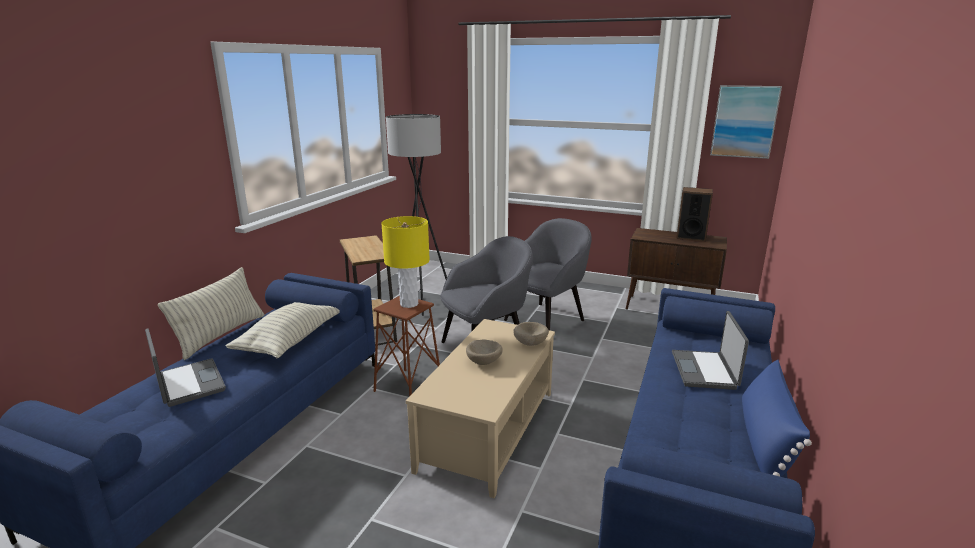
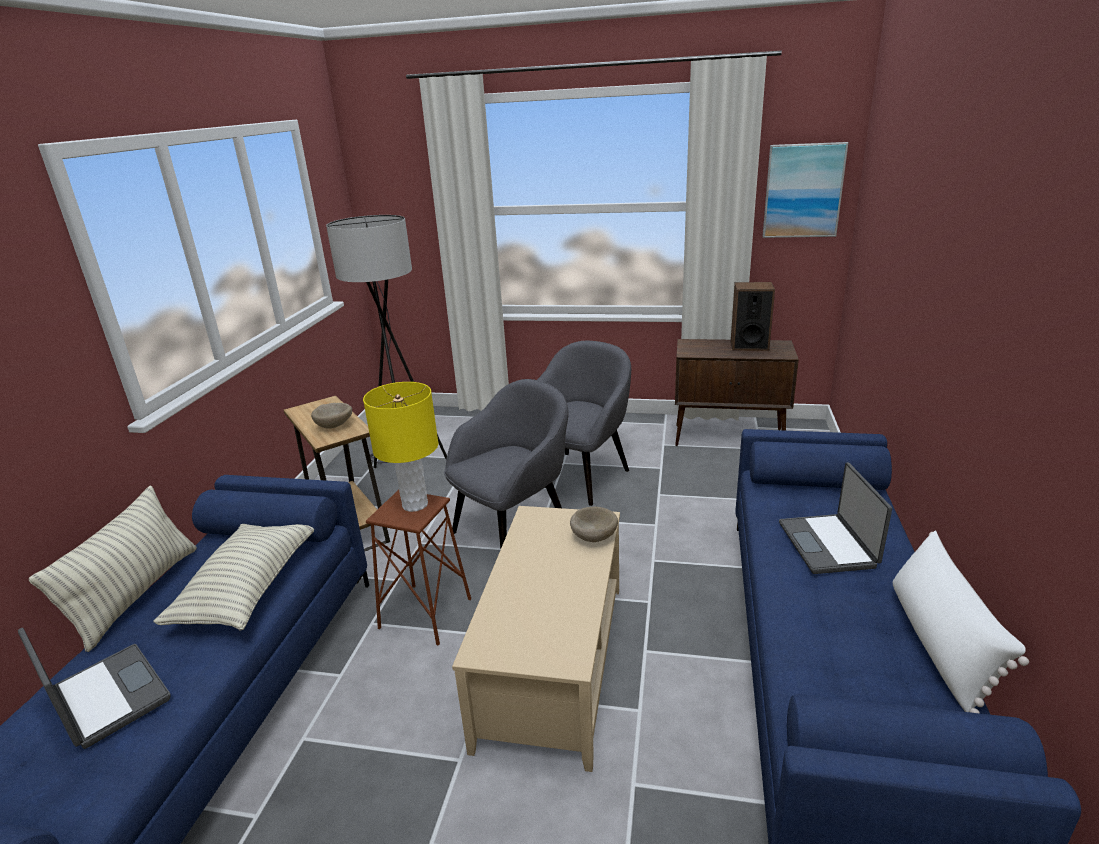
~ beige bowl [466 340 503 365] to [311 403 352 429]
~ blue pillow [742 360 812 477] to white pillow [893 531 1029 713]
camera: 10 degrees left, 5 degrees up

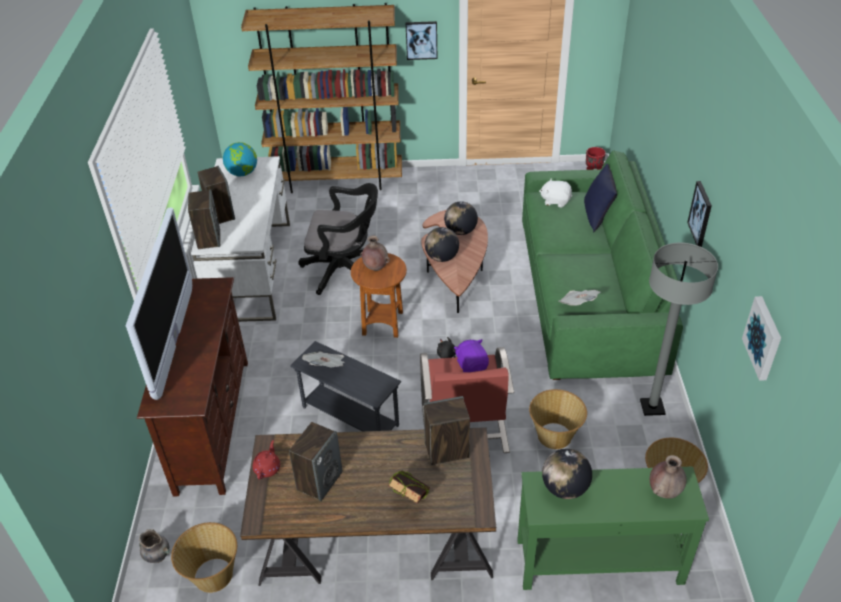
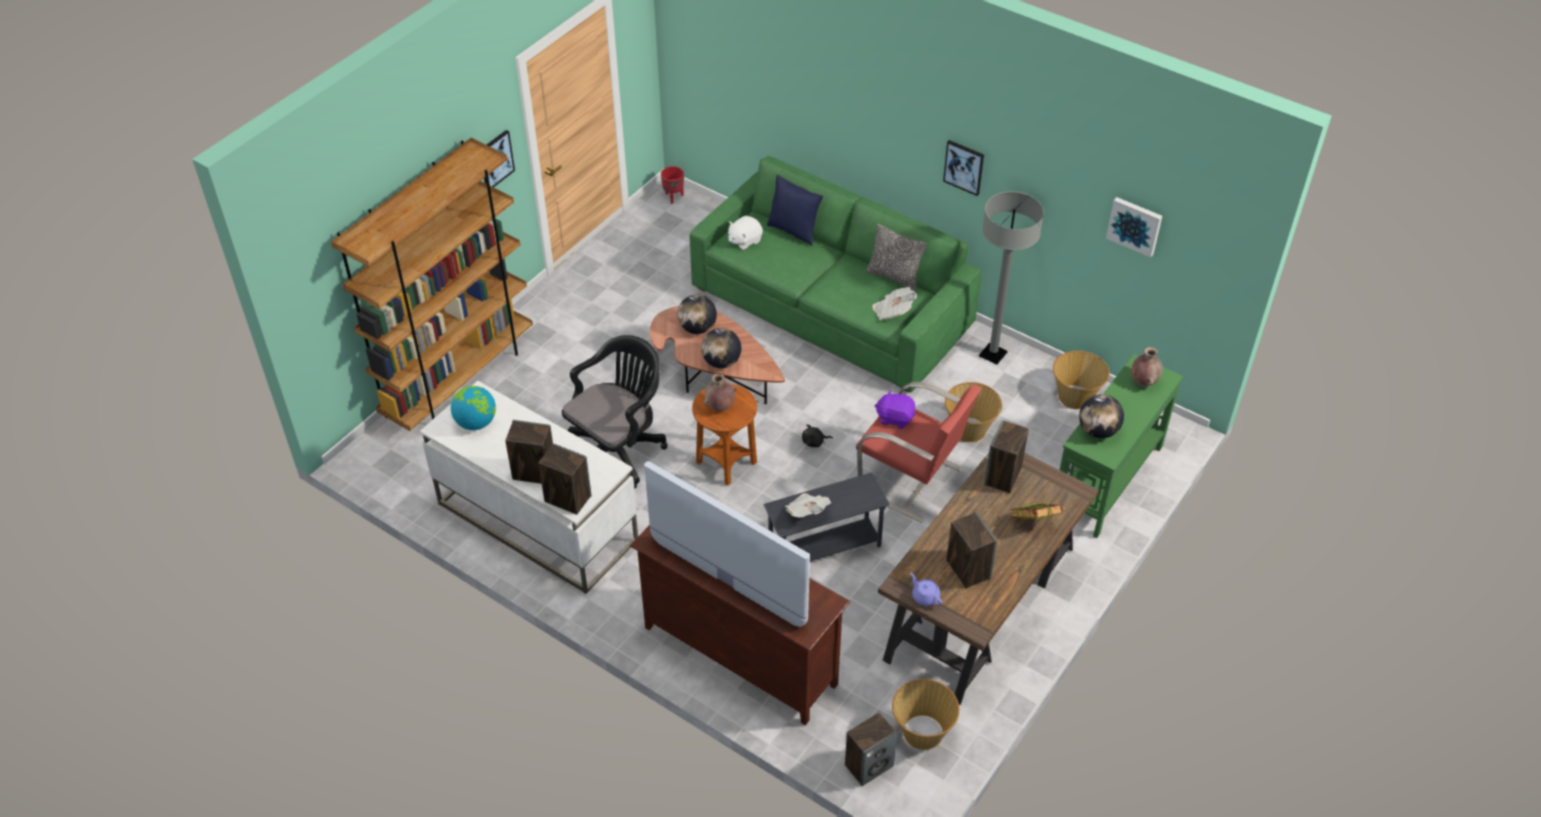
+ pillow [866 224 927 292]
~ grey vase [139 529 170 563] to speaker [845 712 897 786]
~ red teapot [253 440 280 479] to purple teapot [910 573 942 606]
camera: 55 degrees left, 5 degrees up

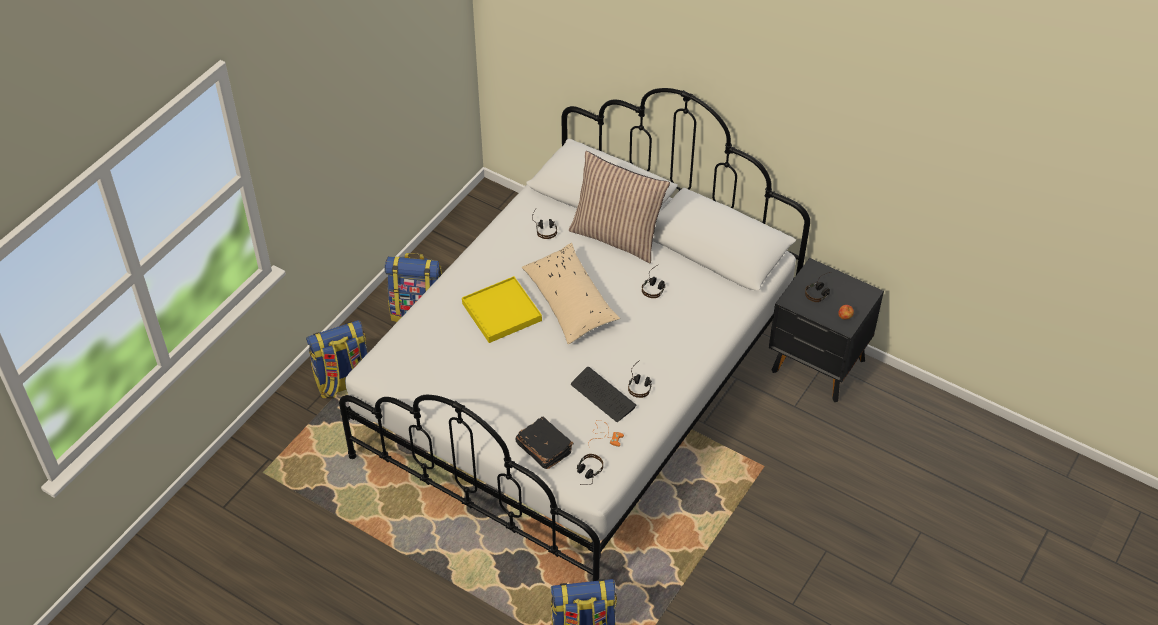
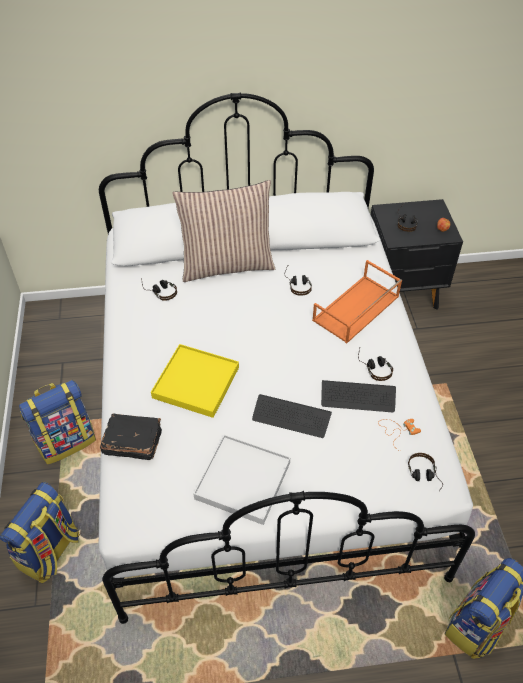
- beige pillow [522 243 620 344]
+ white tray [193 435 290 525]
+ keyboard [252 394 332 438]
+ orange tray [312 260 402 343]
~ black book [516 417 574 469] to [100 413 162 460]
camera: 40 degrees left, 0 degrees up

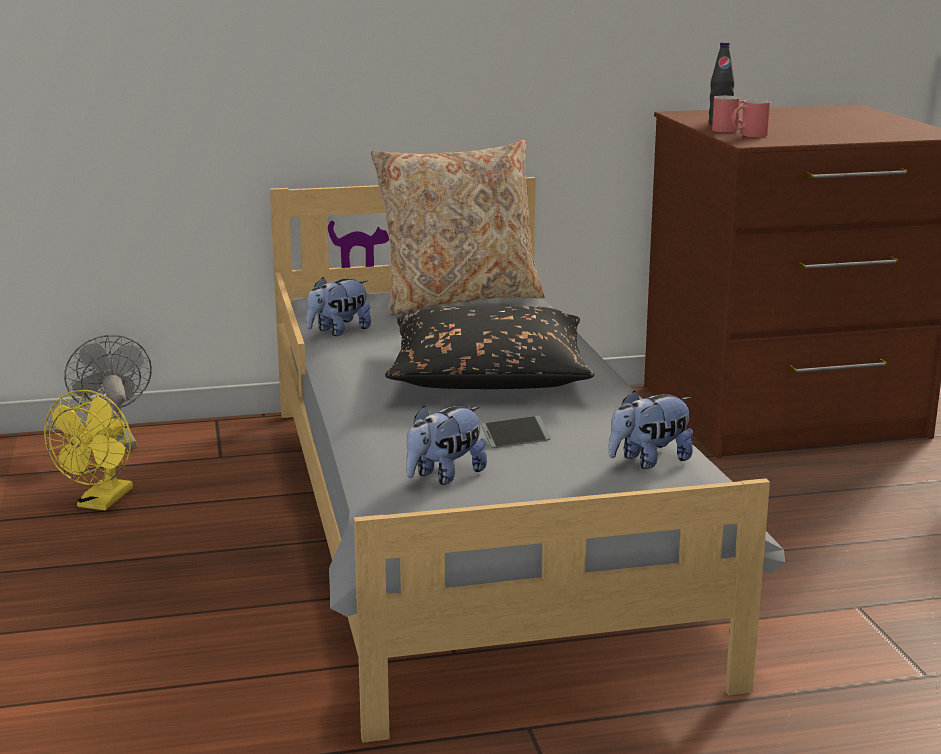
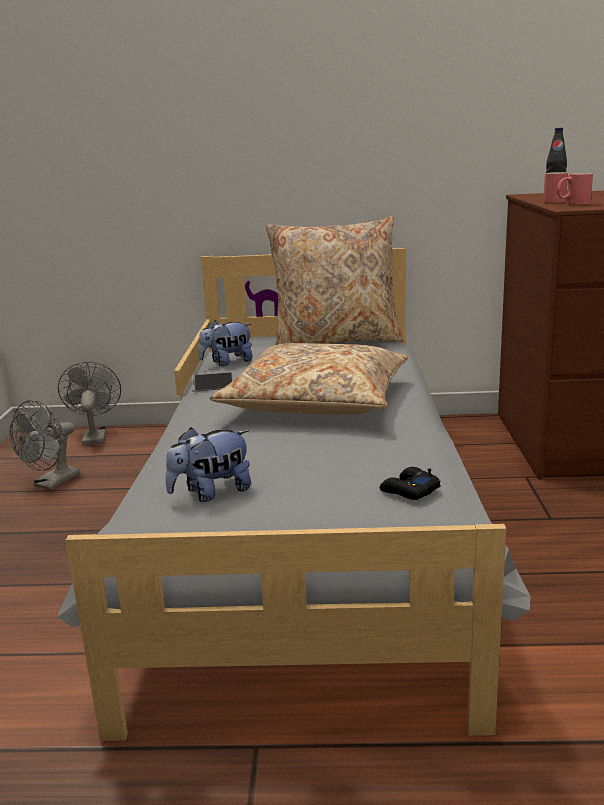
~ phone [481 416 551 448] to [192 372 236 392]
~ plush toy [609 391 693 469] to black game controller [380 467 441 500]
~ yellow fan [44 390 133 510] to grey fan [10 400 80 490]
~ black pillow [385 306 595 389] to beige pillow [209 343 408 415]
camera: 15 degrees right, 0 degrees up

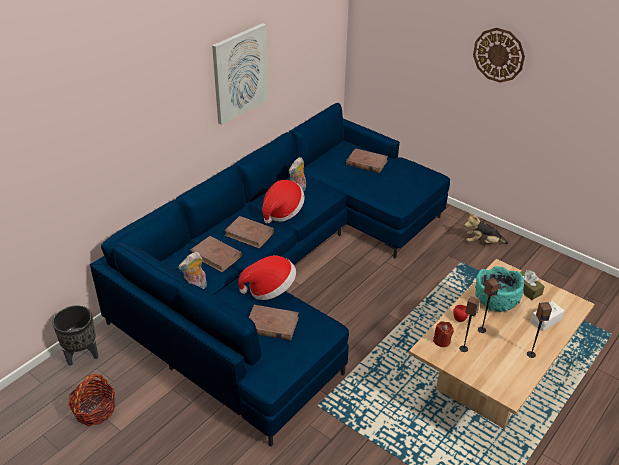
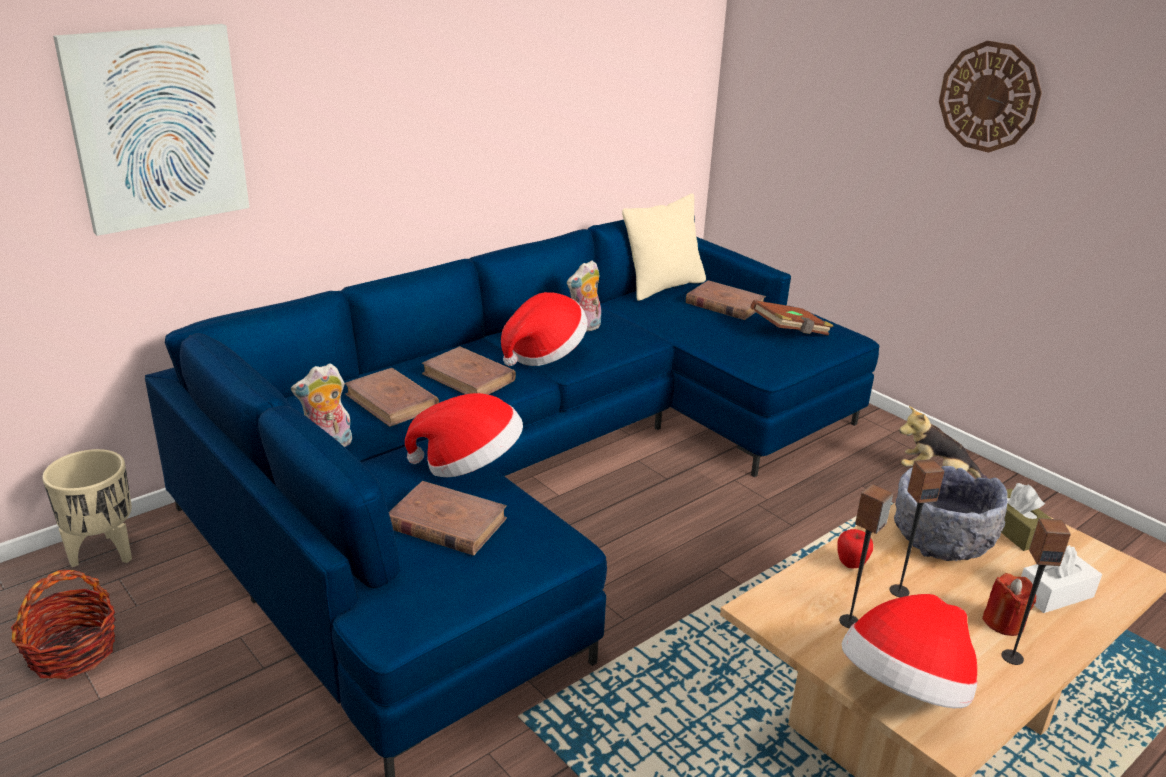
+ beige pillow [622 193 706 301]
+ brown book [750 300 834 336]
+ hat [842 594 978 708]
~ picture [212 23 268 125] to [53 24 249 236]
~ red candle [433 321 454 347] to [982 573 1036 636]
~ black planter [52 305 98 366] to beige planter [42 449 132 567]
~ turquoise bowl [475 266 524 312] to grey bowl [894 466 1008 561]
camera: 10 degrees right, 10 degrees down

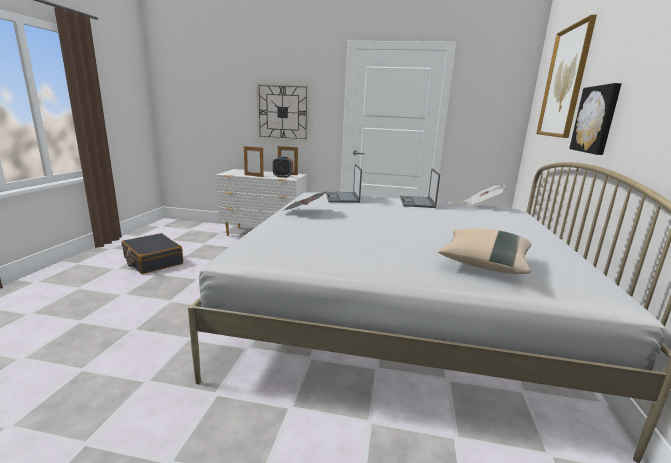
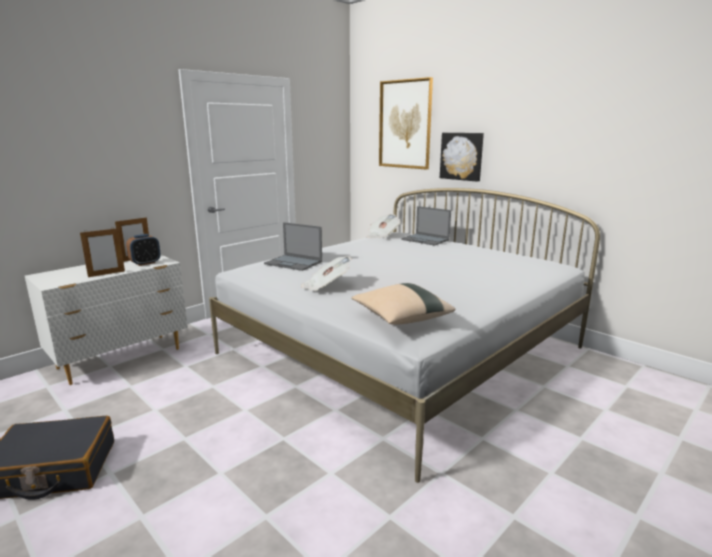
- wall clock [256 83 309 141]
~ laptop [400 168 440 208] to [401 206 451 246]
~ beige pillow [438 228 532 274] to [351 283 455 325]
camera: 55 degrees left, 0 degrees up

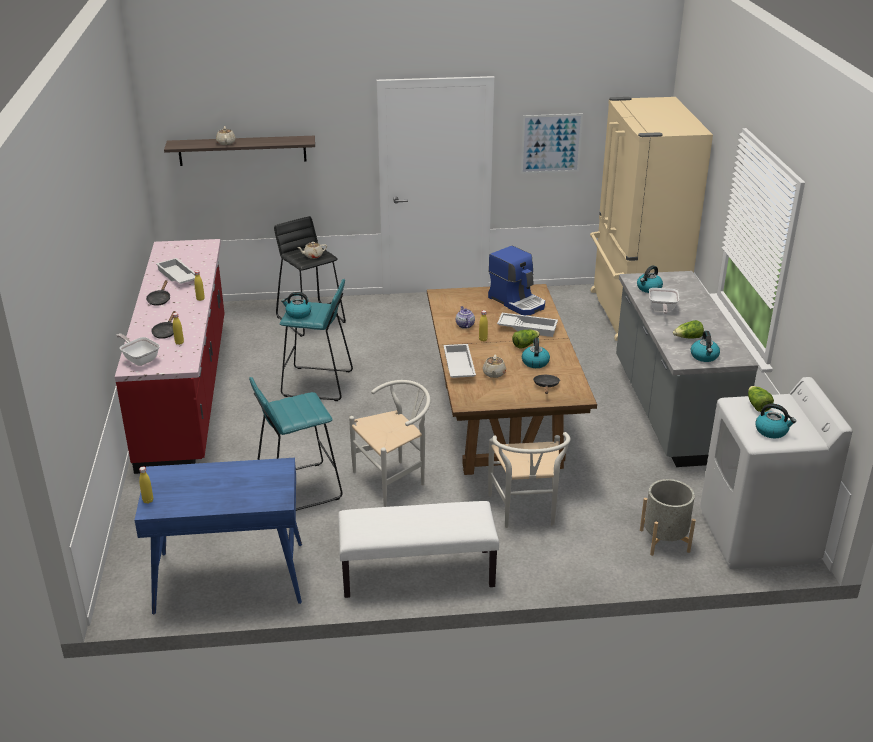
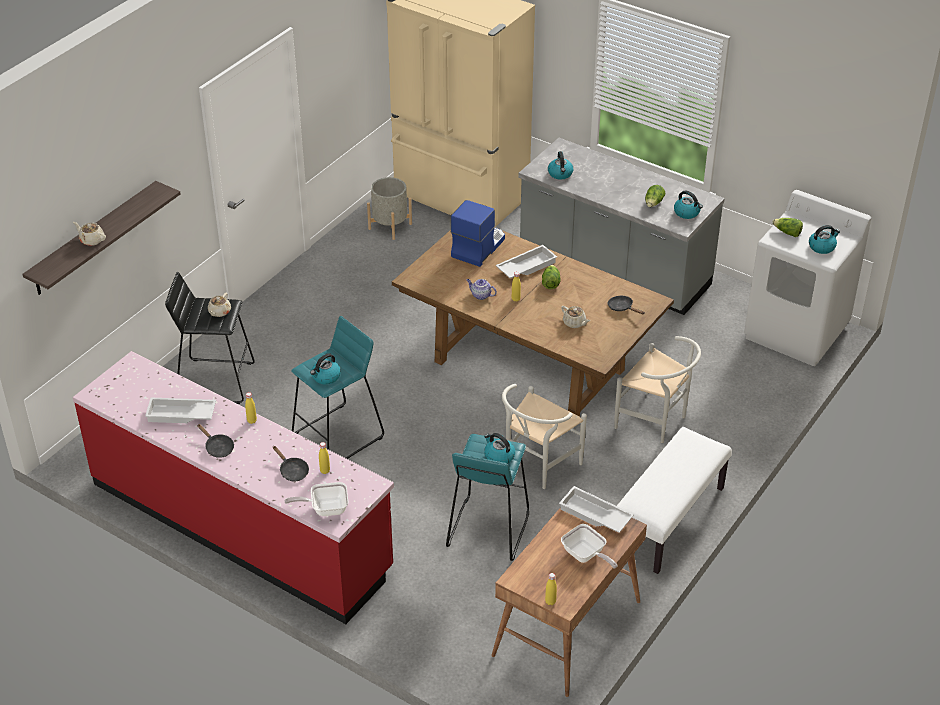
- picture [521 114 583 174]
~ white tray [444 344 476 378] to [559 486 634 533]
~ kettle [522 338 550 368] to [484 433 515 464]
~ grey planter [640 479 696 556] to [367 177 412 240]
~ frying pan [649 288 679 314] to [561 524 618 569]
~ blue desk [134 458 302 614] to brown desk [491 507 647 697]
~ white chair [349 380 431 506] = [502 384 587 489] 150 degrees counterclockwise
~ coffee machine [488 246 545 315] = [450 200 505 267] 60 degrees counterclockwise
camera: 50 degrees left, 10 degrees up

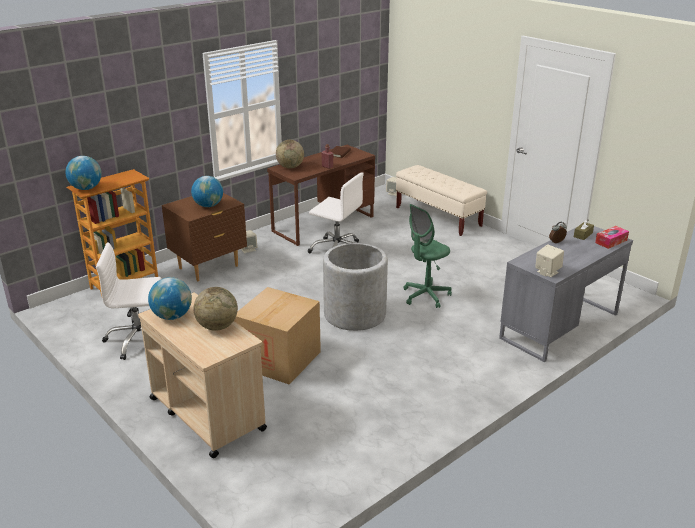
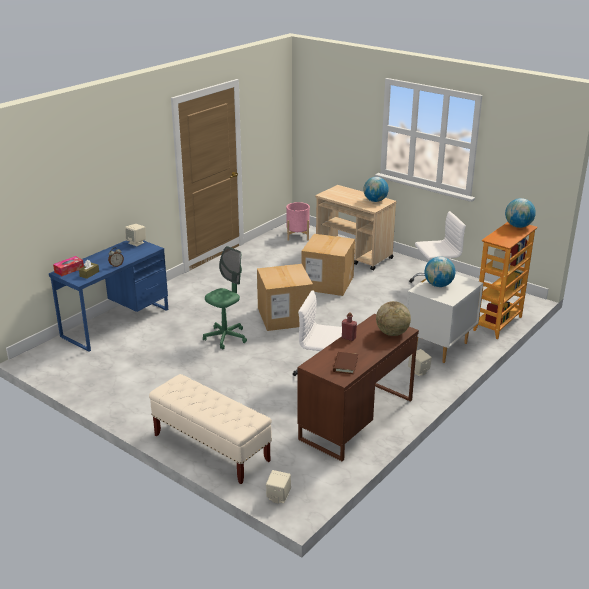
- globe [193 287 238 331]
+ pink planter [286 202 310 241]
~ grey planter [323 243 388 331] to cardboard box [257 264 313 331]
~ brown nightstand [162 193 247 282] to white nightstand [407 274 483 363]
~ grey desk [499 226 633 362] to blue desk [49 240 168 352]
camera: 170 degrees right, 0 degrees up

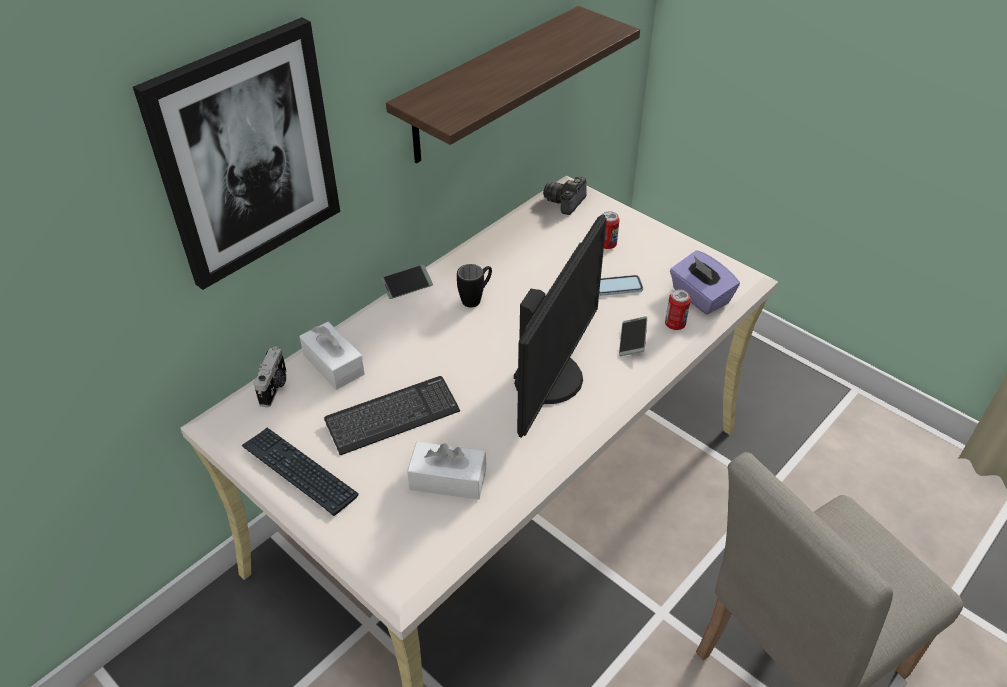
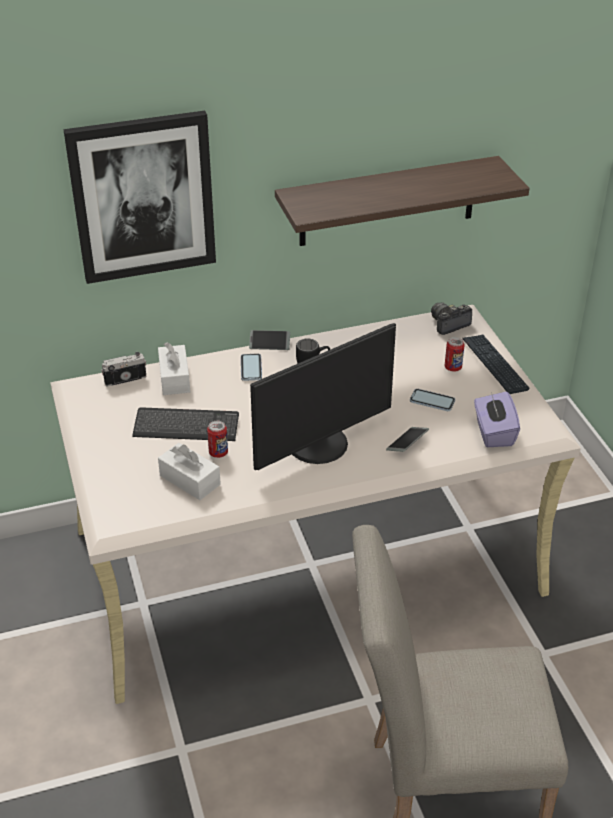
+ phone [241 354 262 381]
~ keyboard [242 428 359 516] to [463 334 530 394]
~ can [665 290 691 330] to [207 421 228 458]
~ photo camera [254 346 286 407] = [101 352 147 386] 150 degrees counterclockwise
camera: 30 degrees right, 5 degrees down

